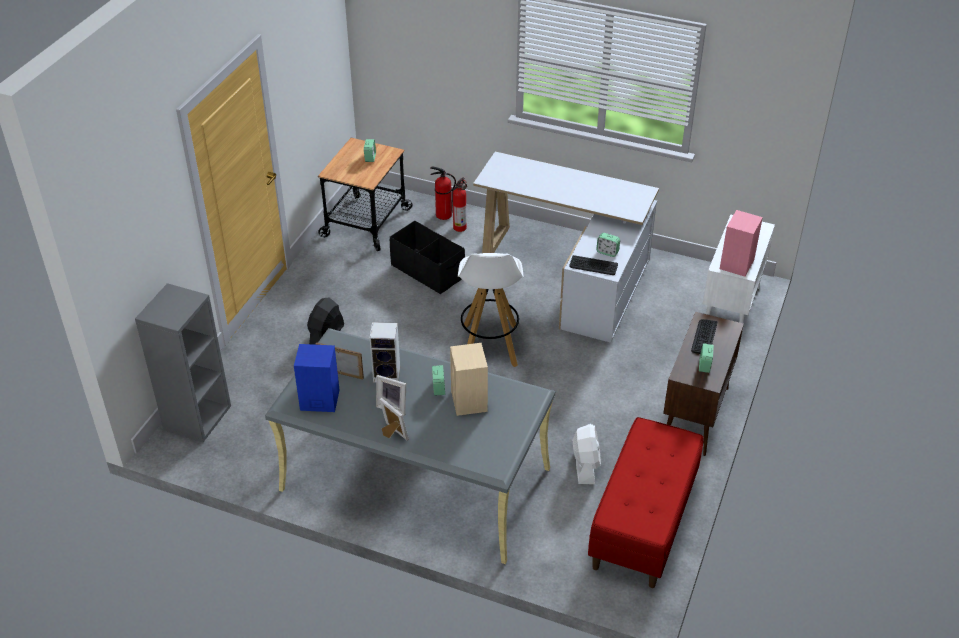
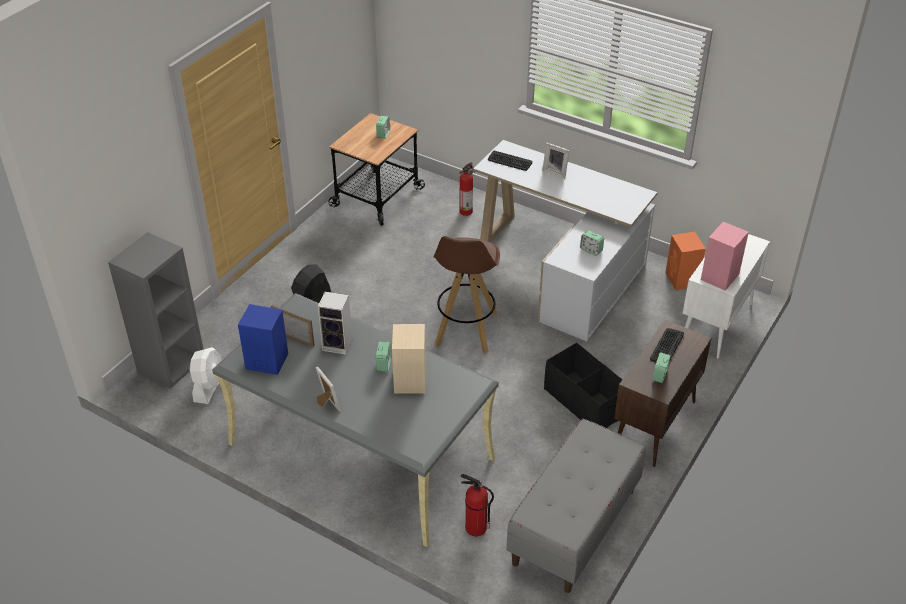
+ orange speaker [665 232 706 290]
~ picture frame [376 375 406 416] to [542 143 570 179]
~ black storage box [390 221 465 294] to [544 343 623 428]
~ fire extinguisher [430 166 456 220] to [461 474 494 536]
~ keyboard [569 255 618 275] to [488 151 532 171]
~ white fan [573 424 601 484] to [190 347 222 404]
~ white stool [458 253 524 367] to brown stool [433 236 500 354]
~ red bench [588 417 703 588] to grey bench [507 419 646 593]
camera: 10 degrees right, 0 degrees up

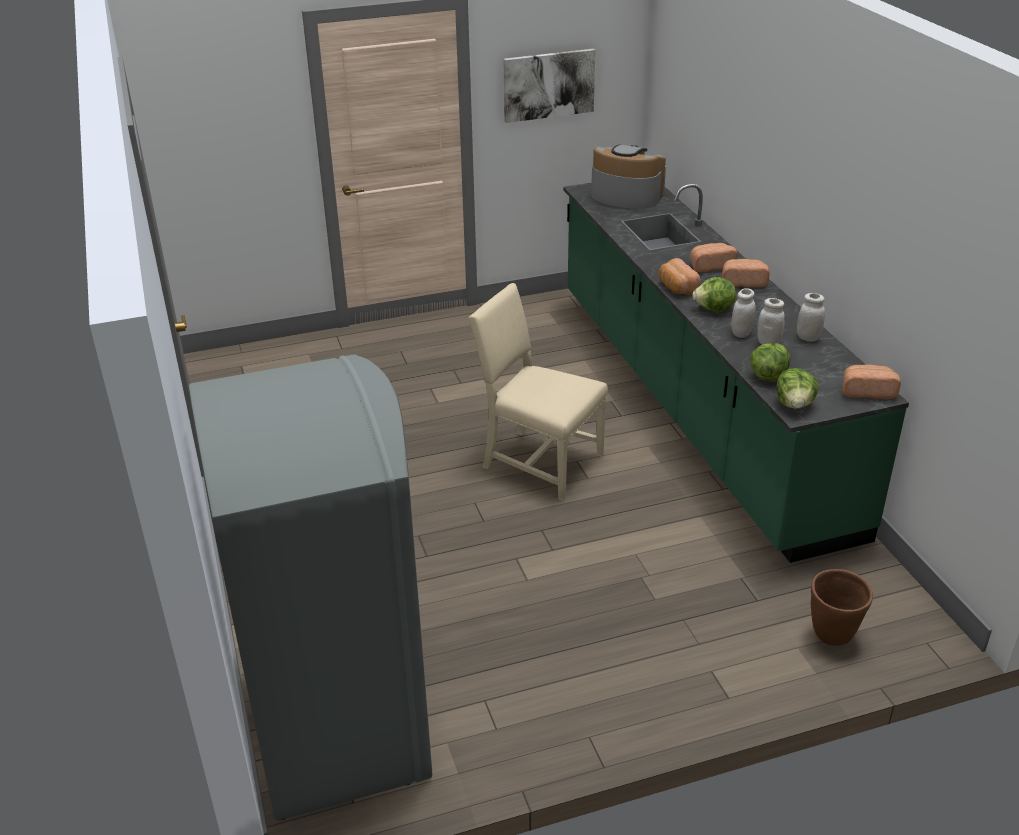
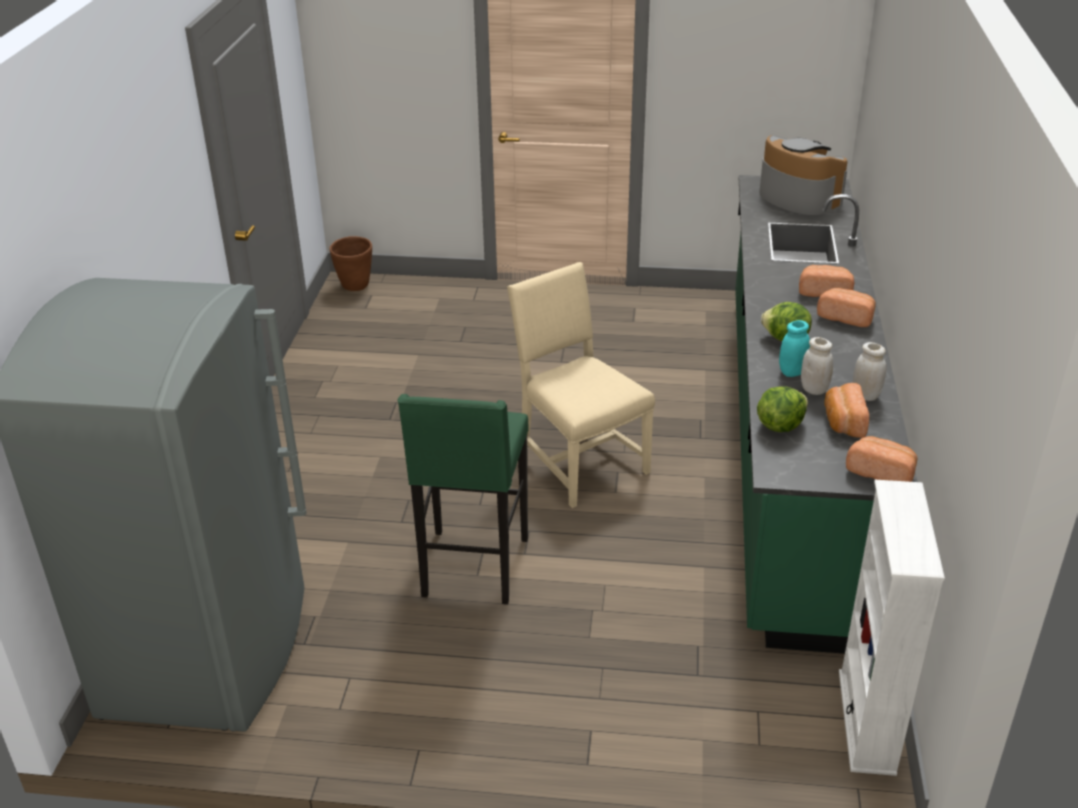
- picture [503 48 596 123]
- lettuce [777 368 818 409]
+ green stool [398 394 528 605]
+ white bookcase [839 480 945 776]
~ bread [659 258 700 295] to [824 383 869 438]
~ brown planter [811 569 873 646] to [329 236 372 291]
~ white jar [731 288 756 338] to turquoise jar [779 320 810 377]
camera: 25 degrees right, 0 degrees up

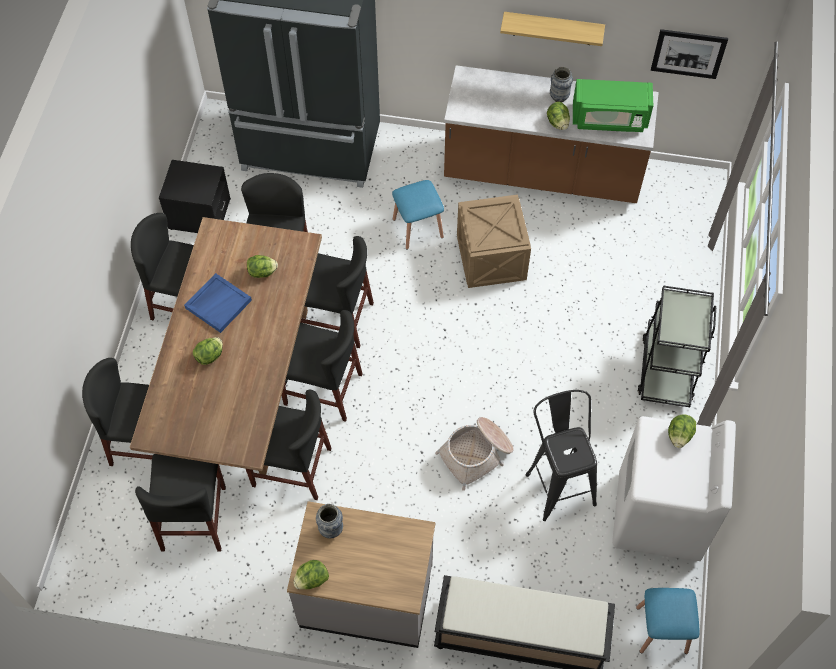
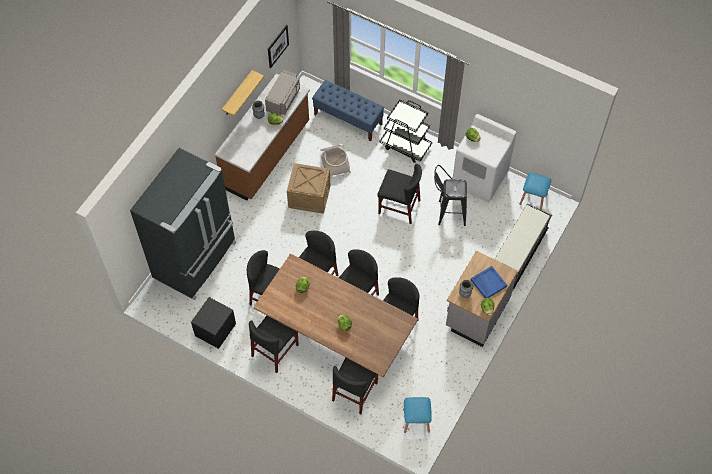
+ blue bench [312 80 384 142]
~ black chair [135 454 226 552] to [378 164 422 224]
~ blue tray [184 273 252 333] to [471 266 507 298]
~ blue stool [392 180 444 250] to [403 397 432 433]
~ basket [435 417 514 491] to [321 145 351 176]
~ green microwave [573 79 653 132] to grey microwave [265 70 300 115]
camera: 70 degrees left, 0 degrees up

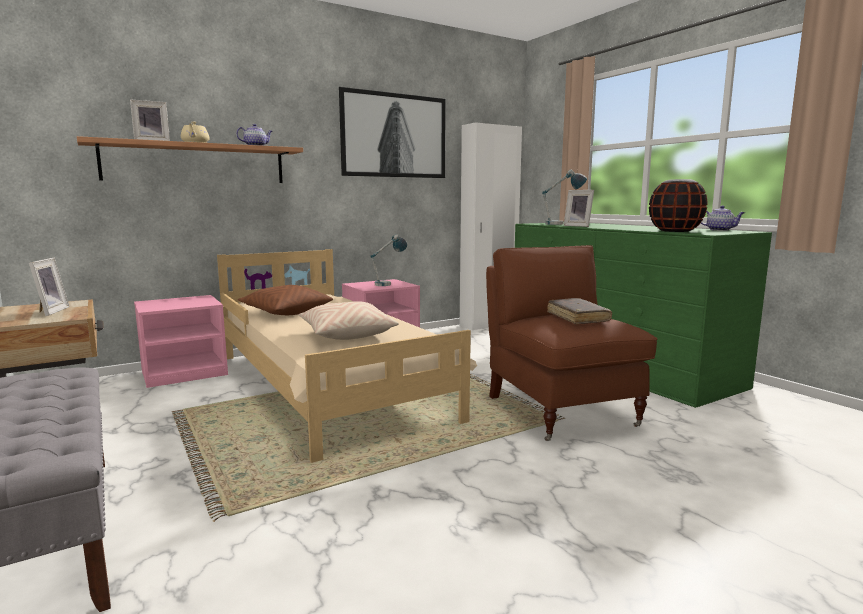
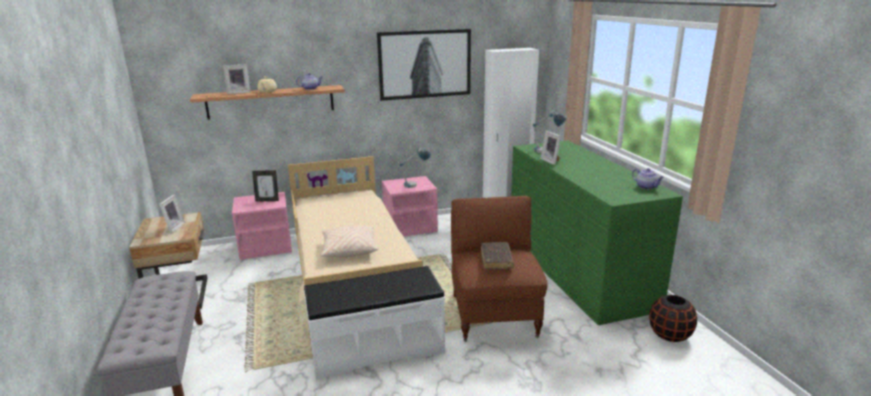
- brown pillow [238 285 333 315]
+ picture frame [252 170 279 202]
+ white bench [304 266 445 380]
~ black vase [649 179 708 232] to [649 295 697 342]
camera: 15 degrees right, 10 degrees up

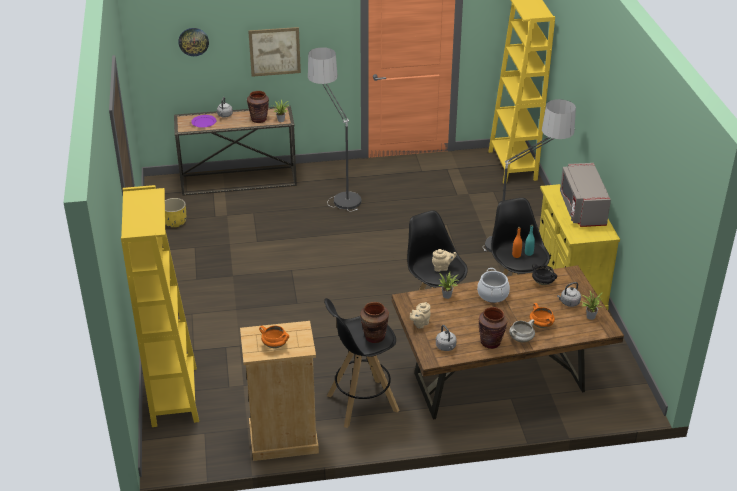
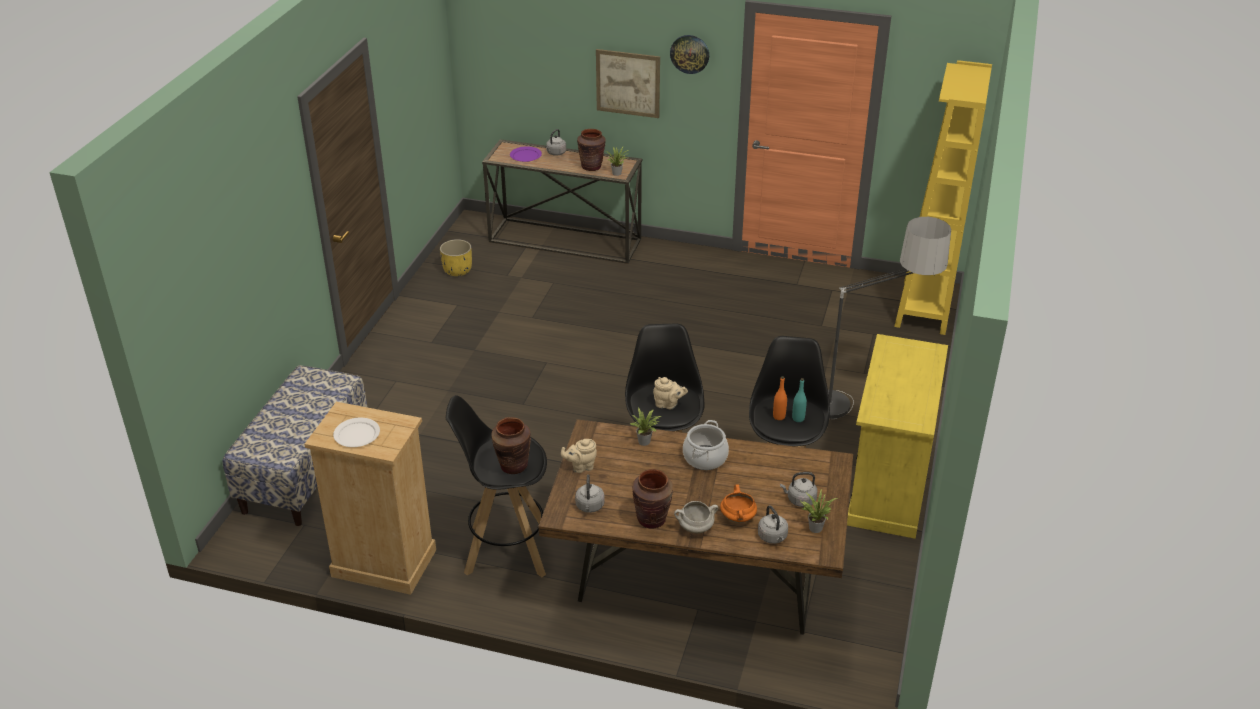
- floor lamp [308 47 361 211]
- black cooking pot [532 263 557 285]
- grey microwave [560 163 611 227]
+ grey kettle [758 505 788 544]
~ wall clock [179 28 209 56] to [670 35 709 74]
~ yellow bookcase [121 185 199 427] to bench [223 365 367 526]
~ orange cooking pot [259 325 289 348] to white plate [333 418 380 447]
camera: 25 degrees right, 0 degrees up

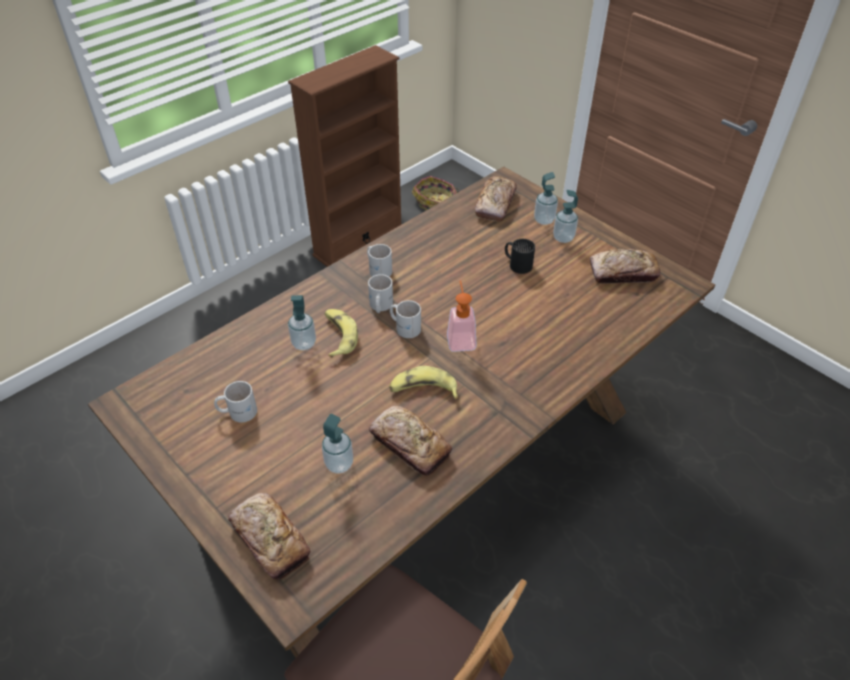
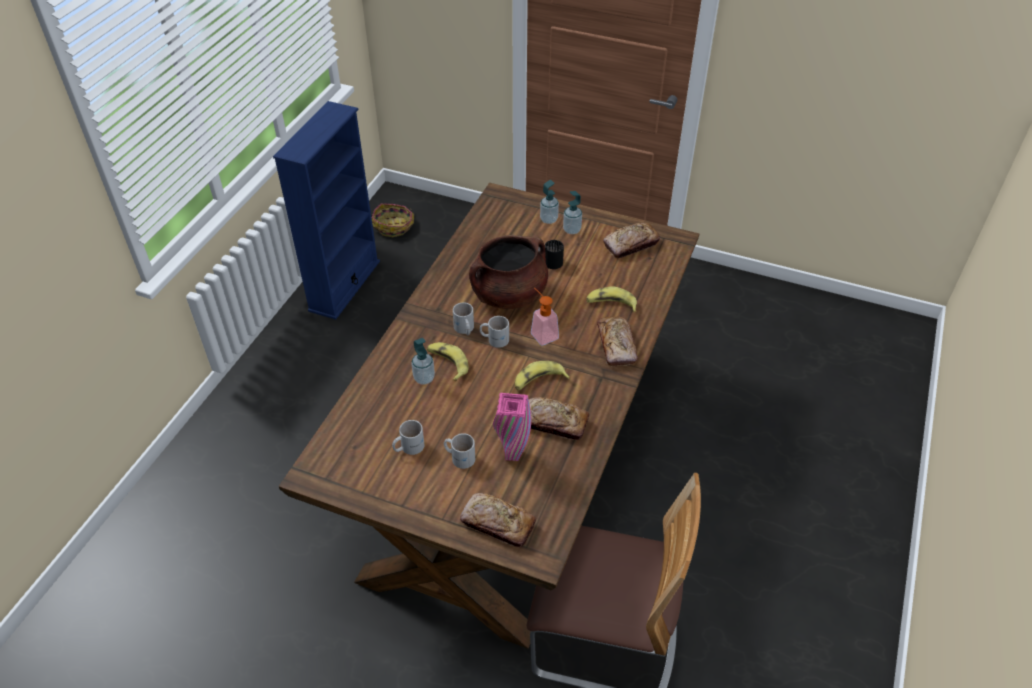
+ brown cooking pot [469 235 548 309]
+ banana [586 286 637 313]
~ white mug [367 244 392 277] to [444 433 475 469]
~ bread [475 176 517 222] to [597 316 638 367]
~ soap dispenser [322 414 353 474] to pink vase [493 393 531 461]
~ brown bookcase [288 45 401 267] to blue bookcase [273 101 380 320]
camera: 25 degrees left, 0 degrees up

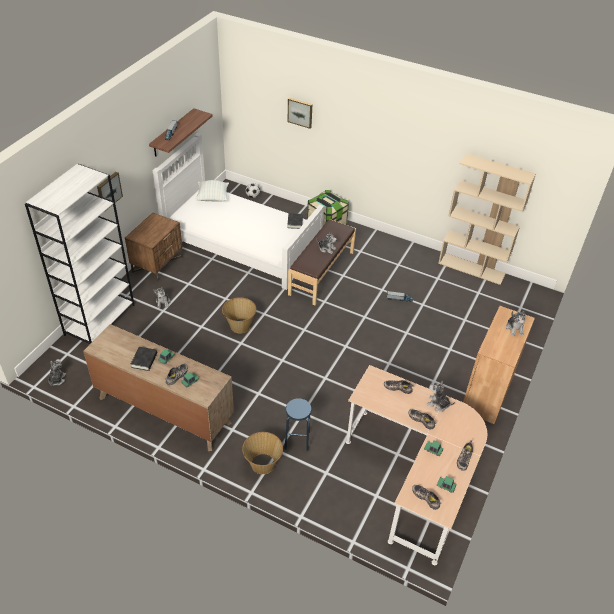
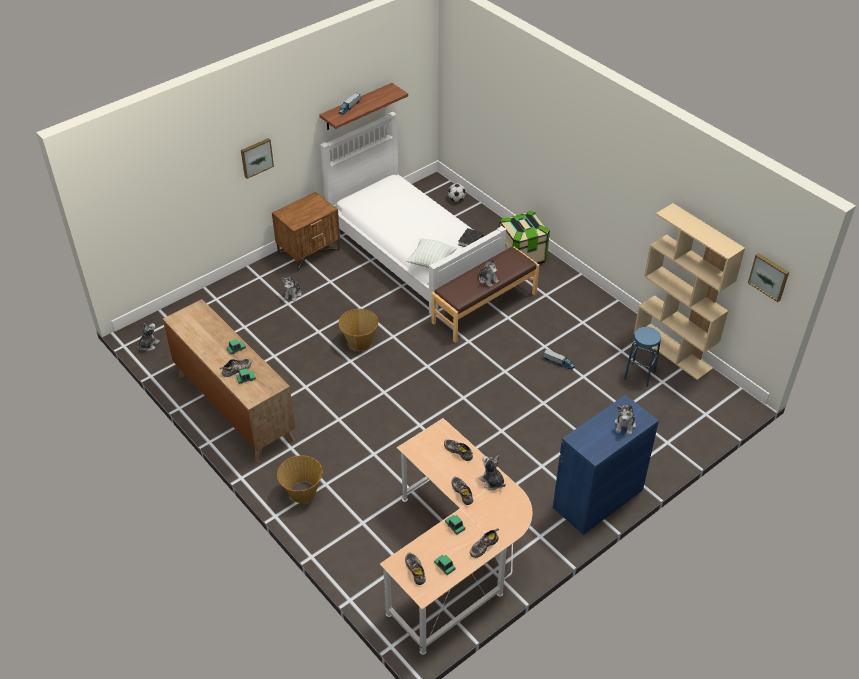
- white bookcase [25 164 134 344]
- black book [131 347 157 371]
~ pillow [196 180 229 202] to [406 238 457 268]
~ blue stool [285 398 312 452] to [624 327 661 387]
~ picture [288 98 312 129] to [748 253 789 302]
~ brown cabinet [463 306 535 424] to blue cabinet [553 395 659 535]
camera: 25 degrees right, 0 degrees up

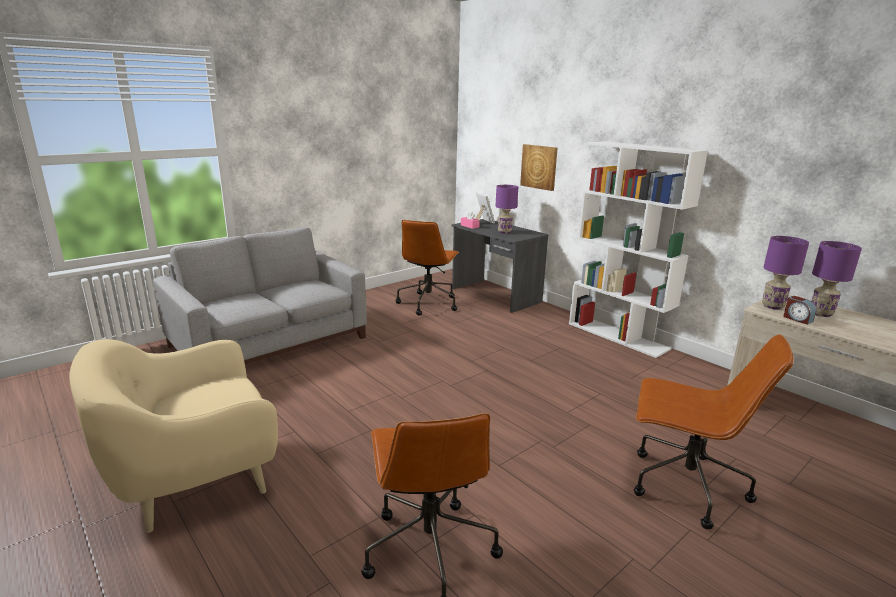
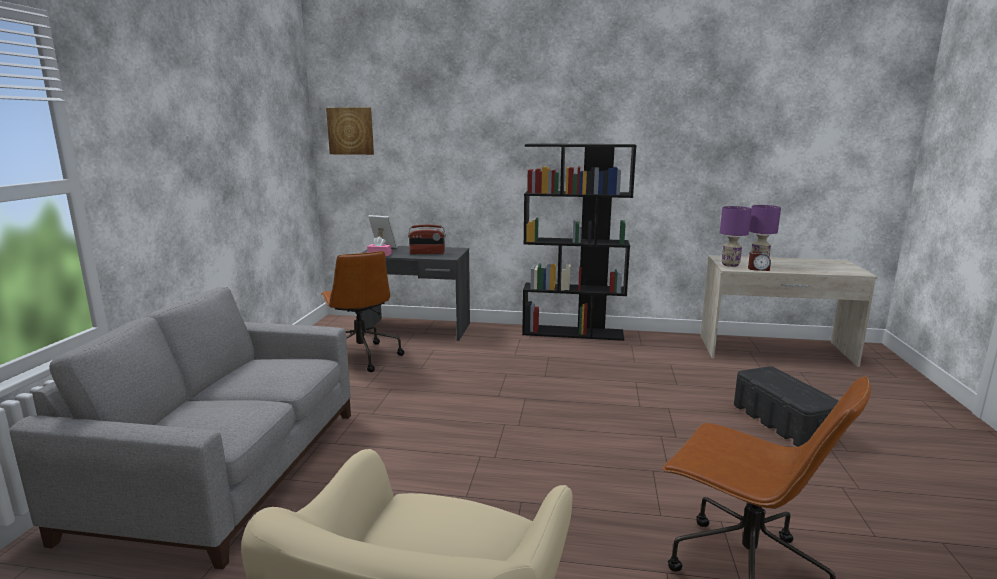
~ picture [520 144 557 191] to [326 107 374 155]
~ purple table lamp [496 185 518 234] to radio [408 225 446 254]
~ brown office chair [634 334 794 529] to black storage box [734 366 839 447]
~ white bookcase [569 141 708 358] to black bookcase [522 143 637 341]
camera: 40 degrees left, 5 degrees down

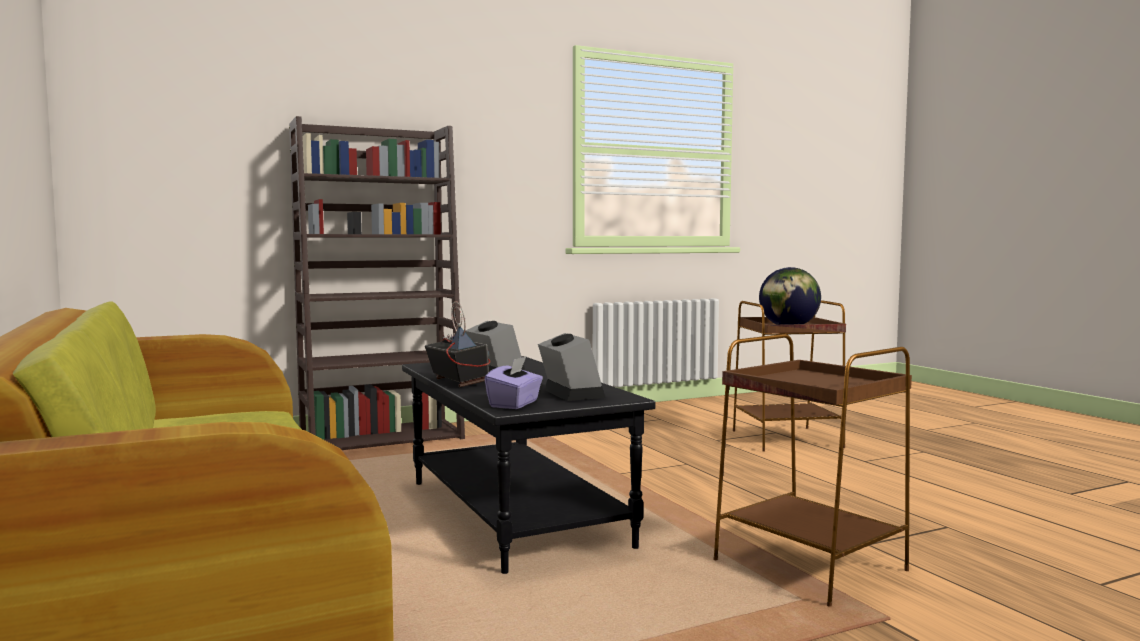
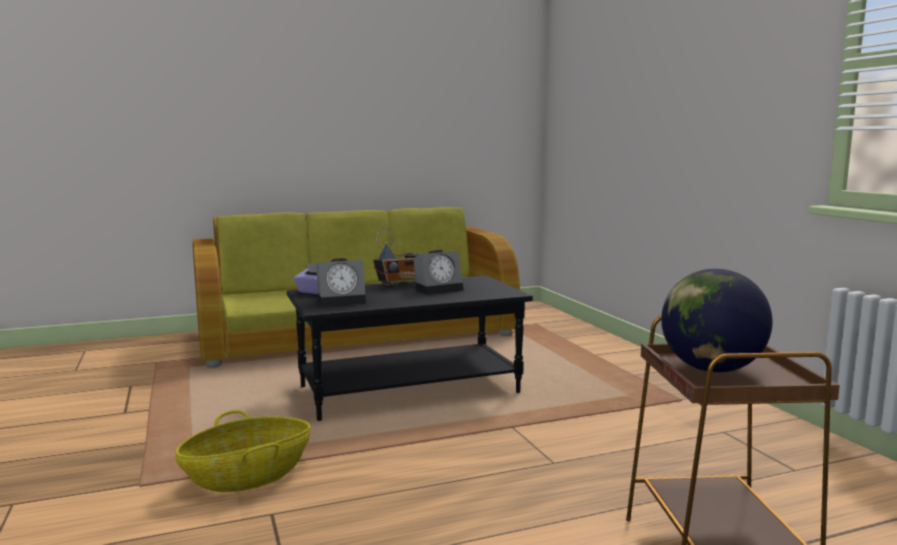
- brown bookcase [289 116 465 450]
~ brown side table [713 334 912 607] to basket [175 410 310 493]
camera: 95 degrees right, 5 degrees up

